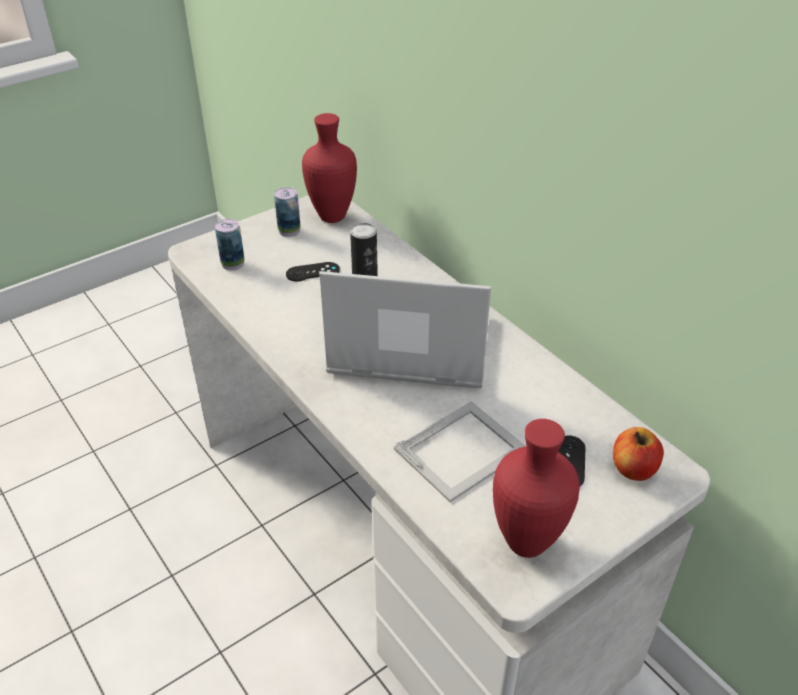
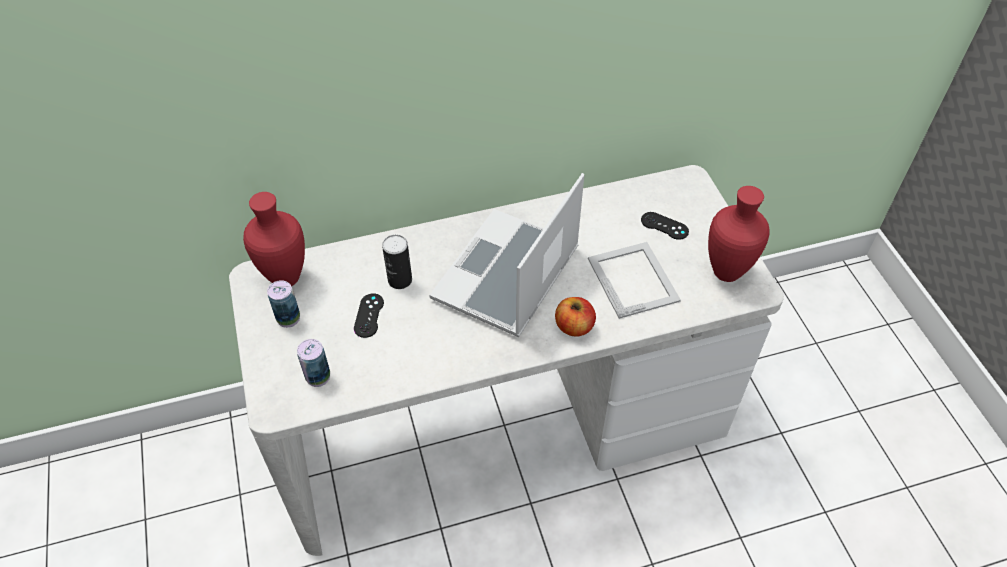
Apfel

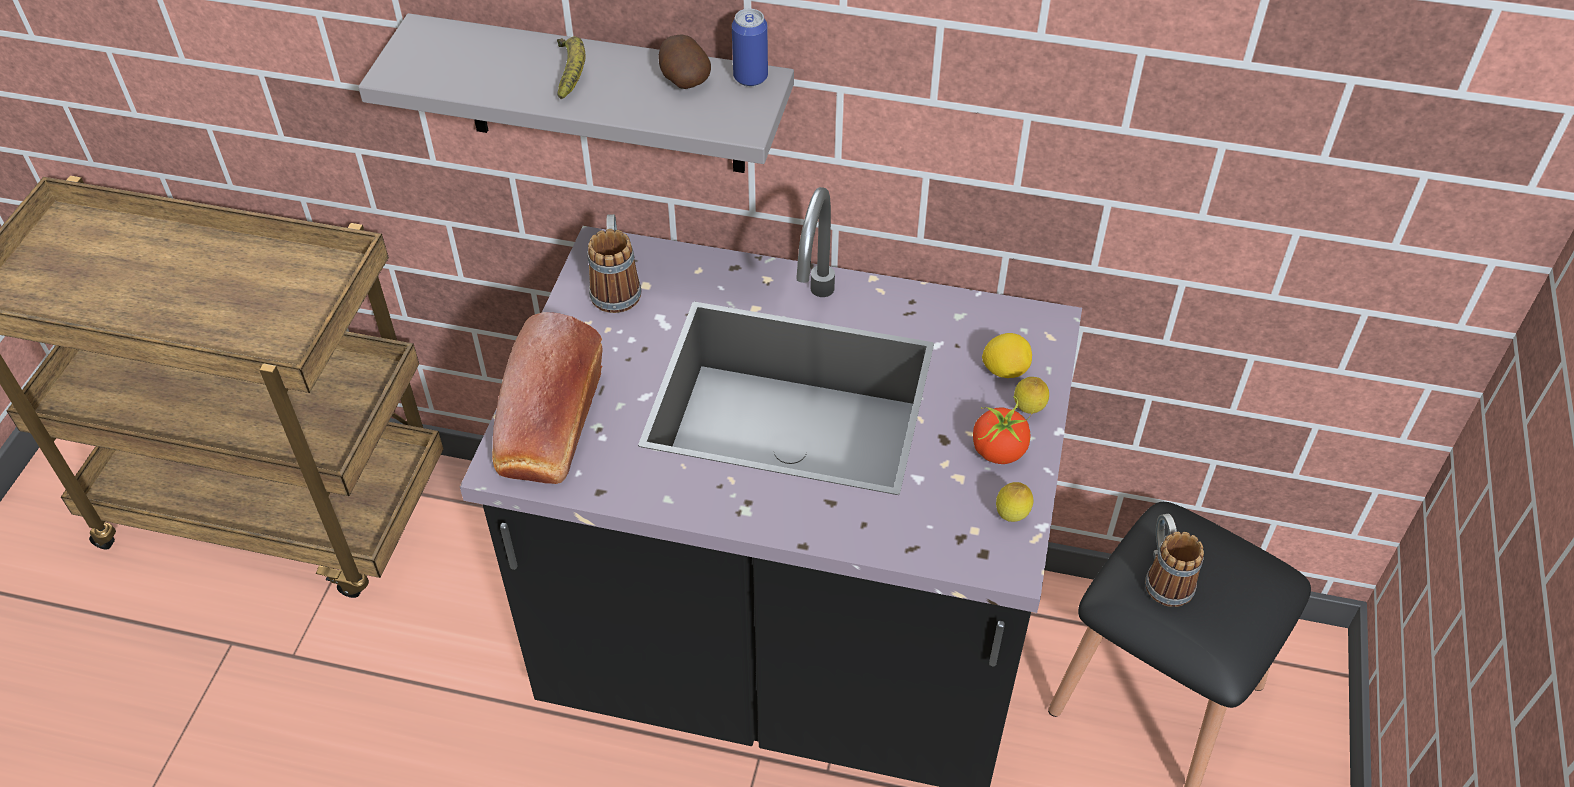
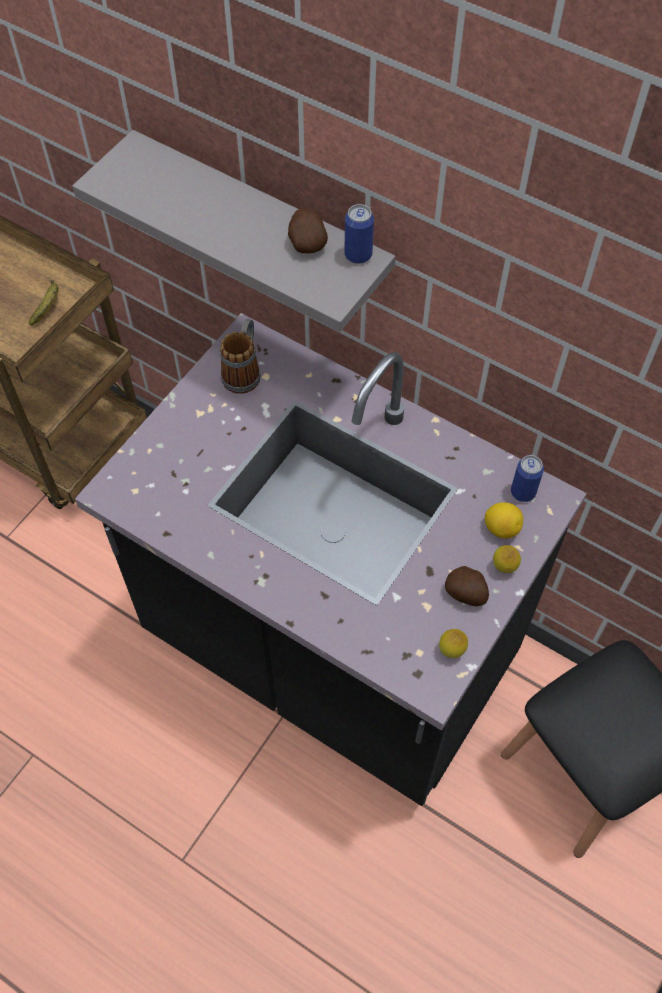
Banane
Kartoffel (no. 2 from left)
Dose (no. 2 from left)
Brot
Henkelbecher (no. 2 from left in the first image)

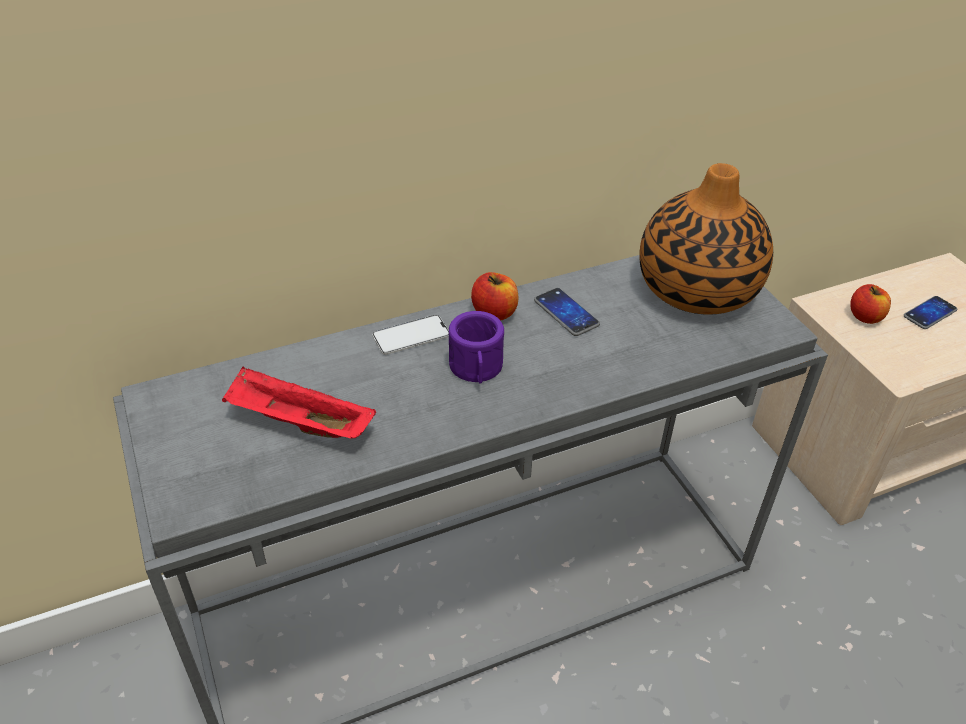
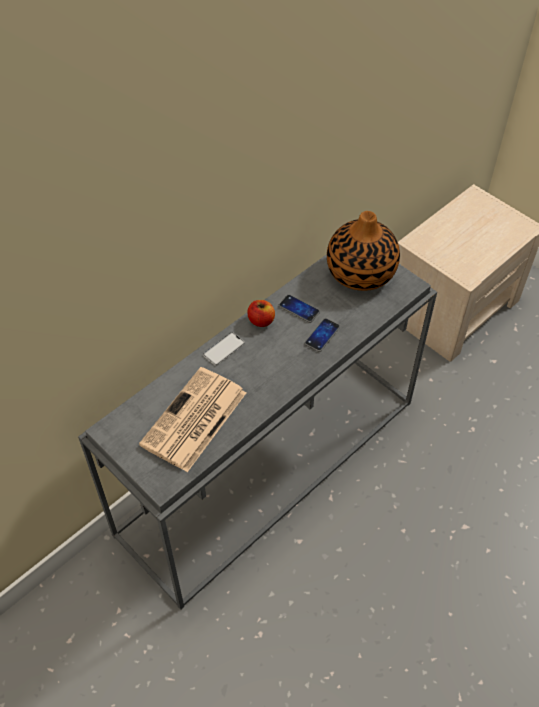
Zeitung
Handy (no. 3 from left)
Henkelbecher [lila]
Apfel (no. 2 from left in the first image)

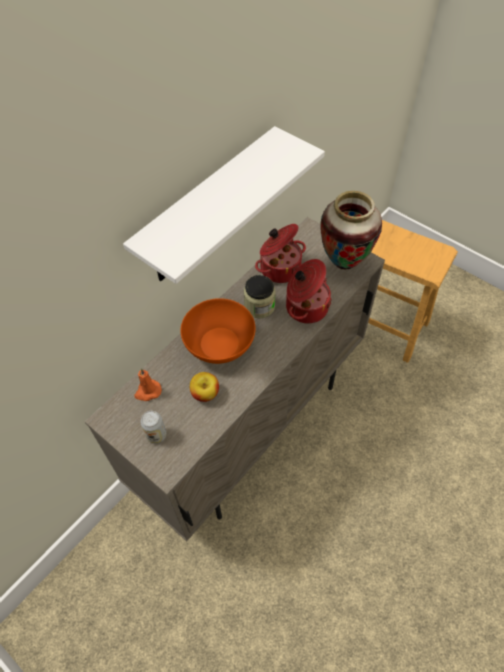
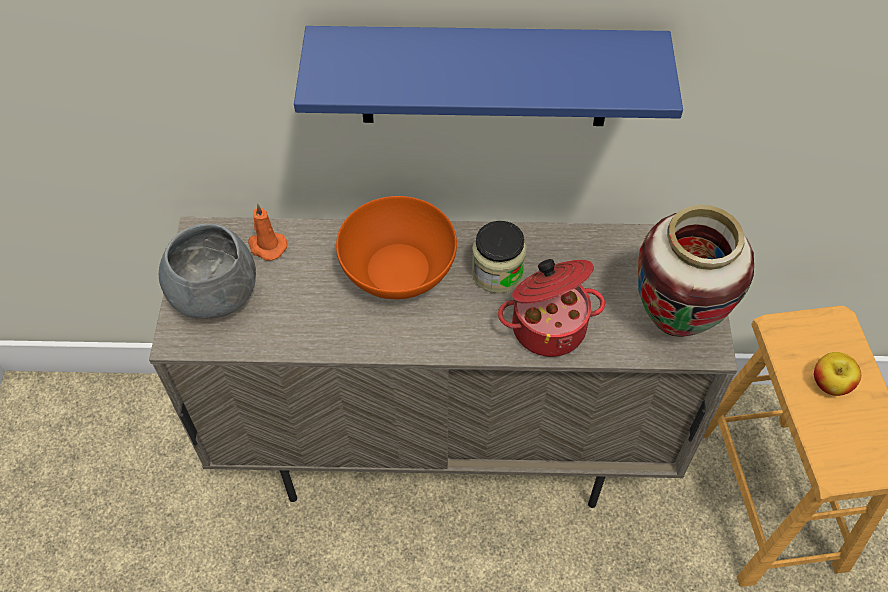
Schüssel [grau]
Wandregal [blau]
Apfel
Kochtopf (no. 1 from left in the first image)

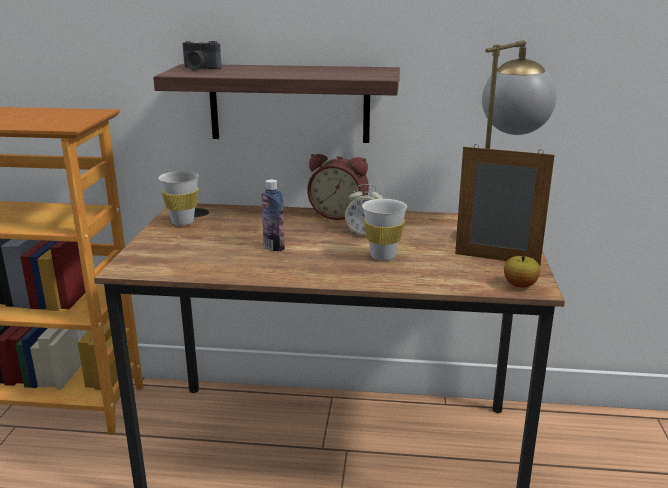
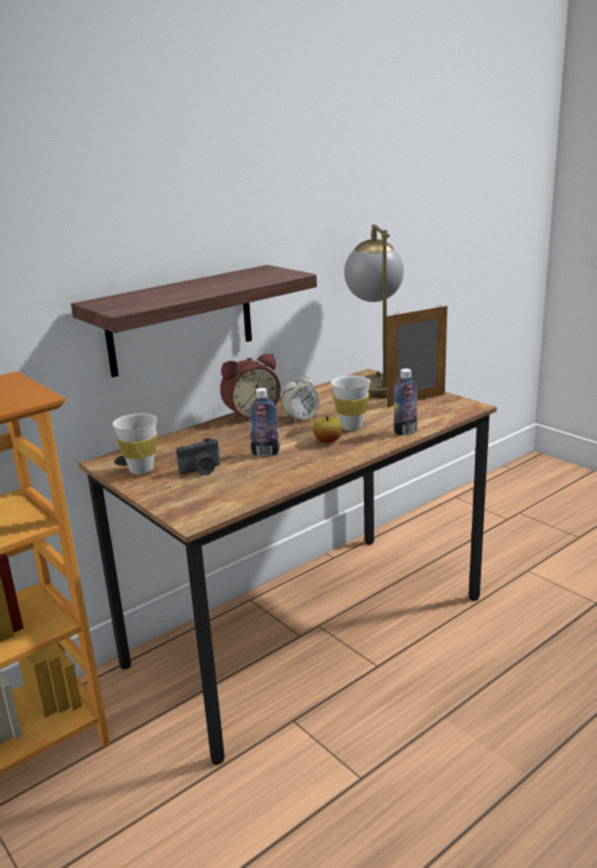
Kamera
Apfel
Flasche (no. 2 from left)

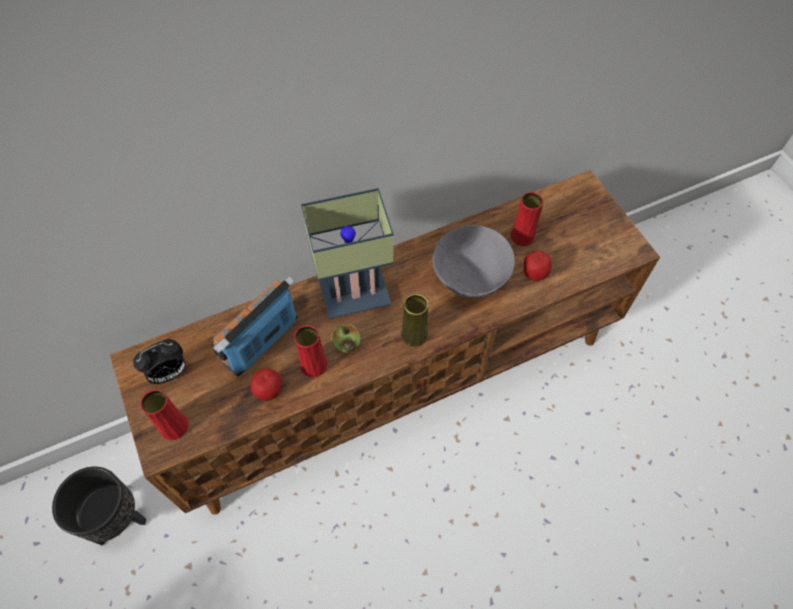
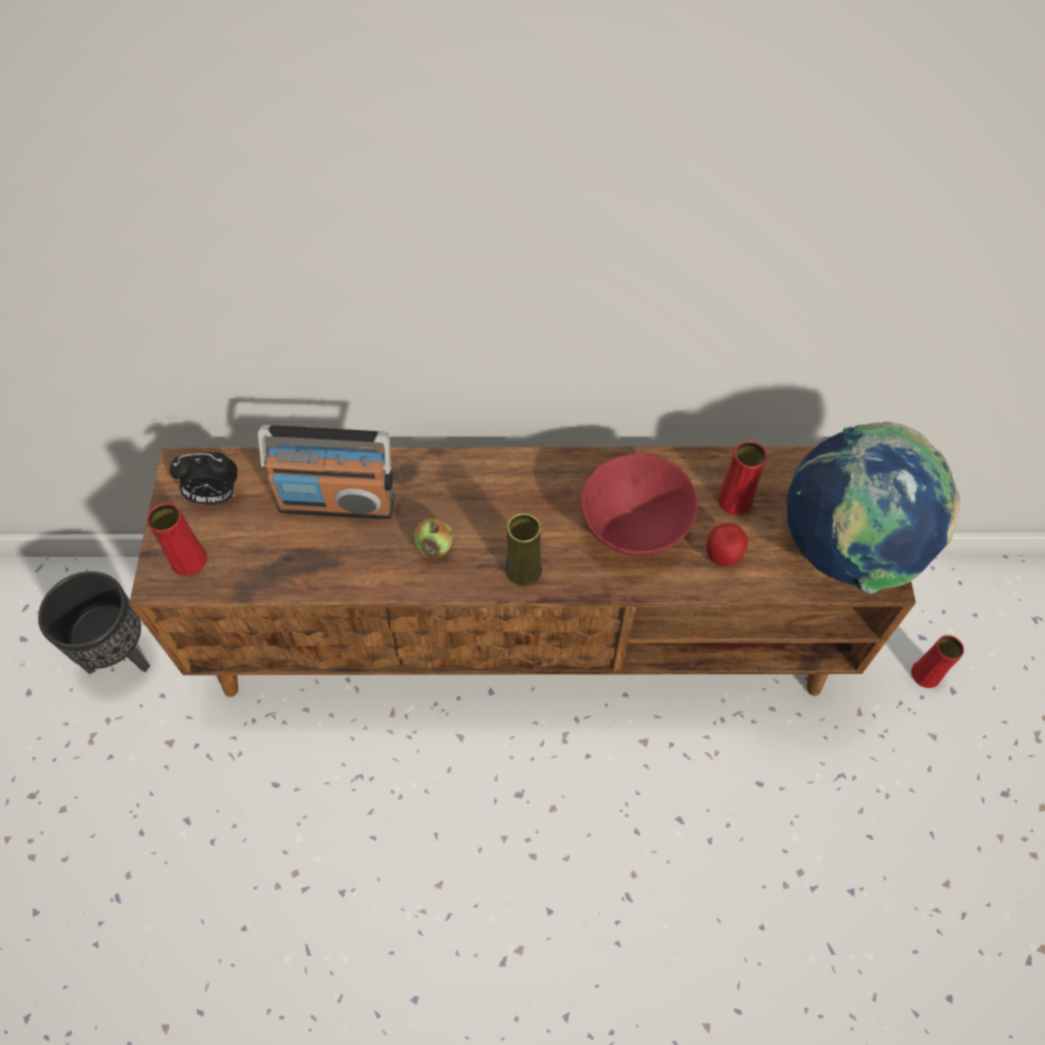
Radio
Schüssel [rot]
Globus
Vase [rot] (no. 3 from left)
Apfel (no. 1 from left in the first image)
Tischlampe

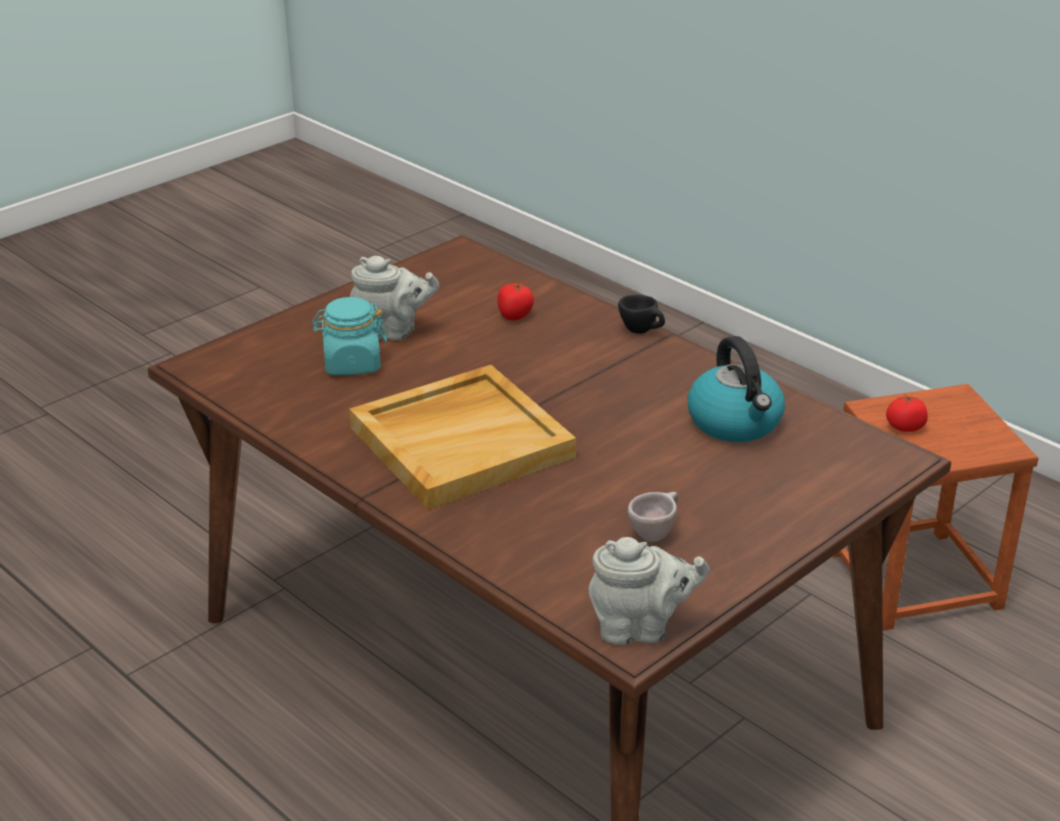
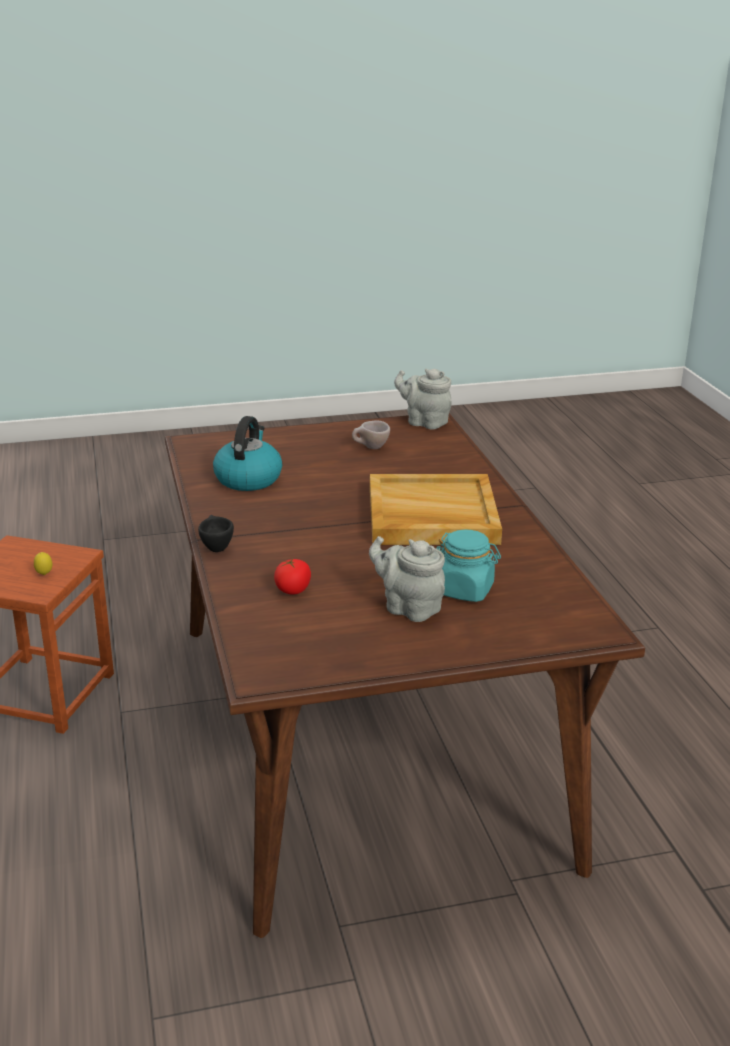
Zitrone

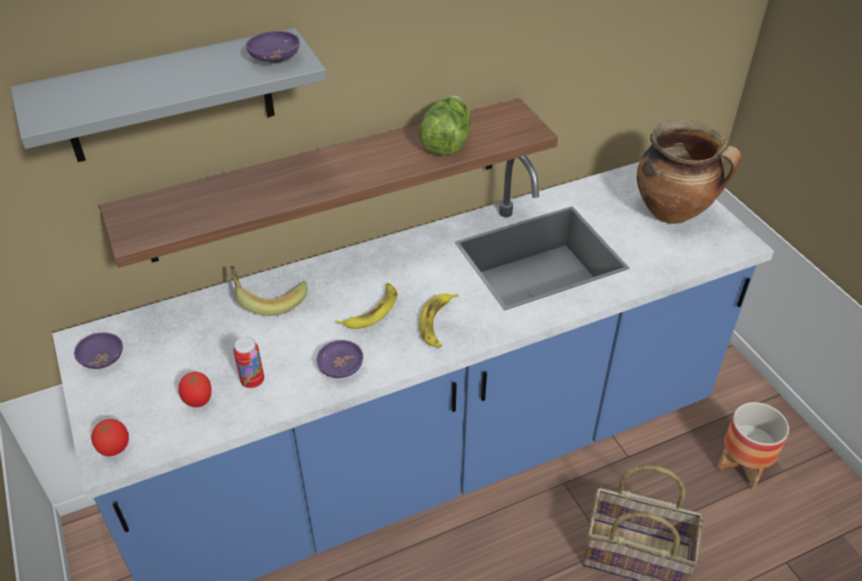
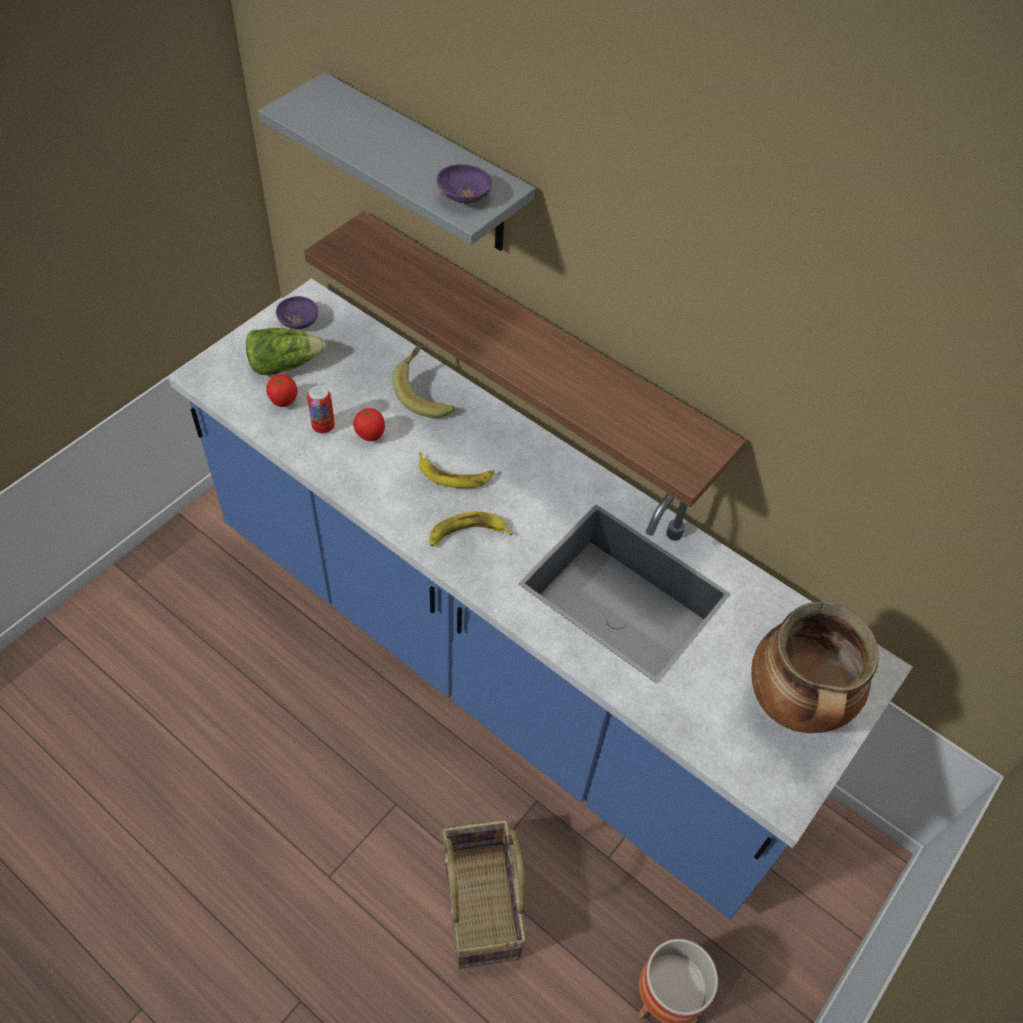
Salatkopf
Tomate (no. 2 from left)
Schüssel [lila] (no. 3 from left in the first image)

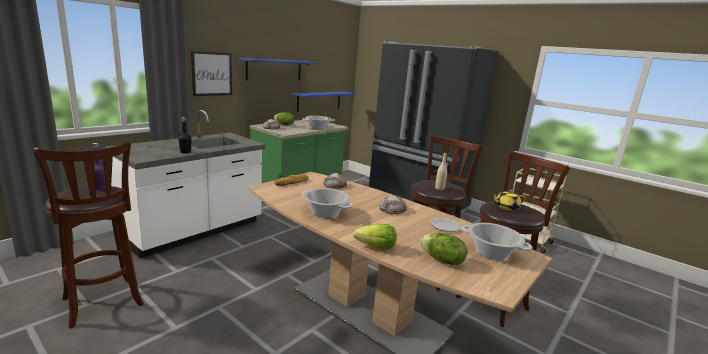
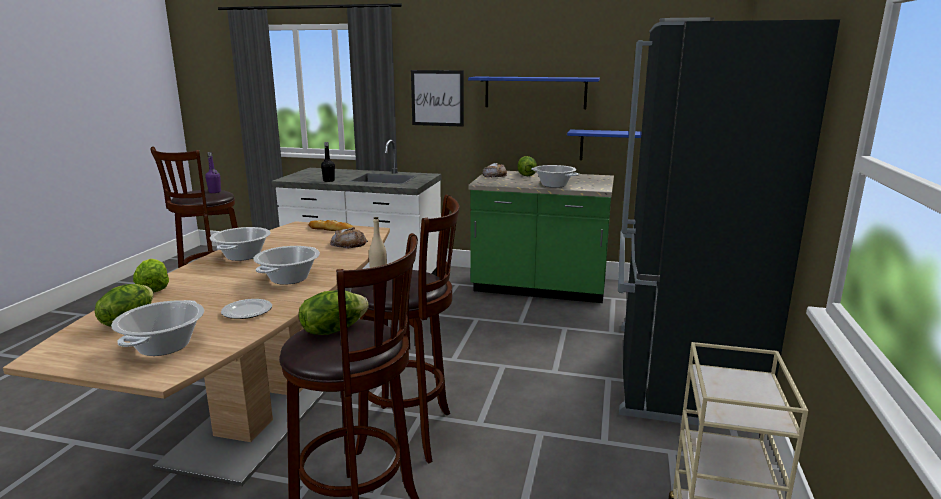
Kochtopf (no. 3 from left)
Salatkopf (no. 3 from left)

